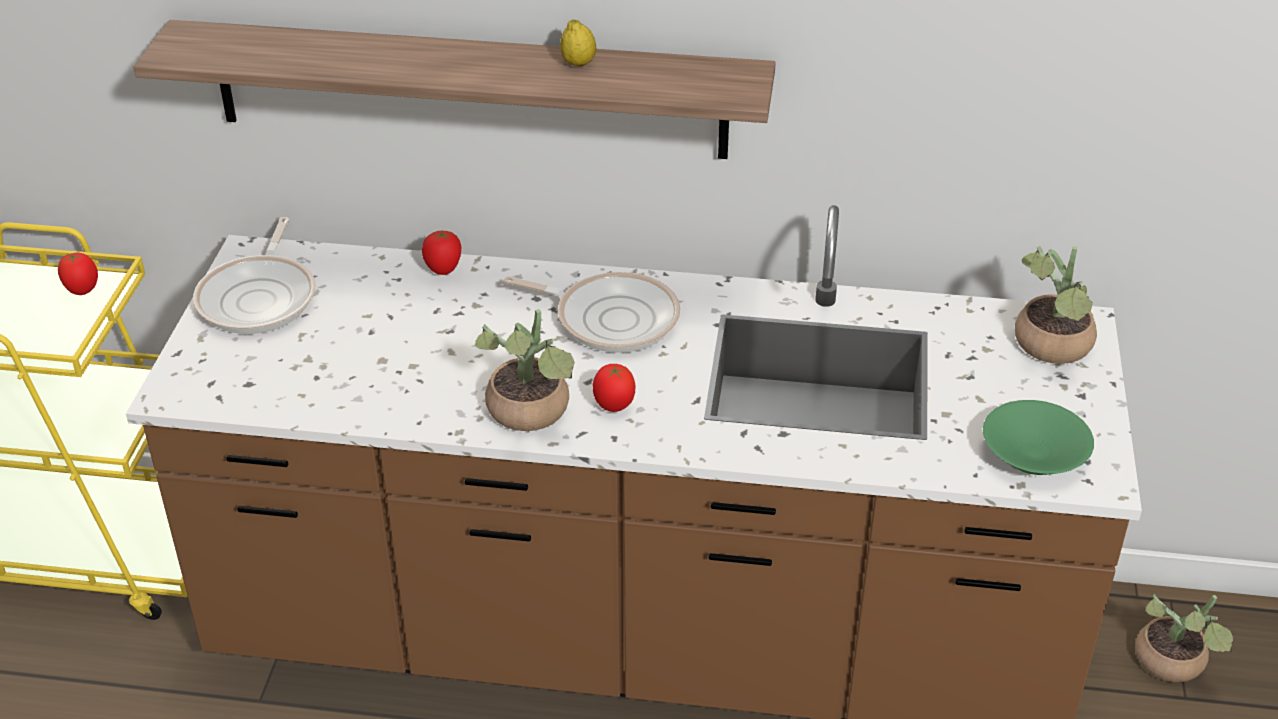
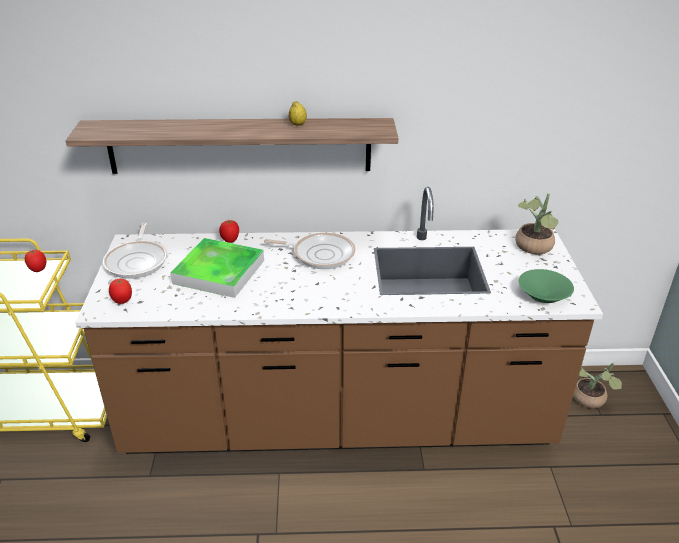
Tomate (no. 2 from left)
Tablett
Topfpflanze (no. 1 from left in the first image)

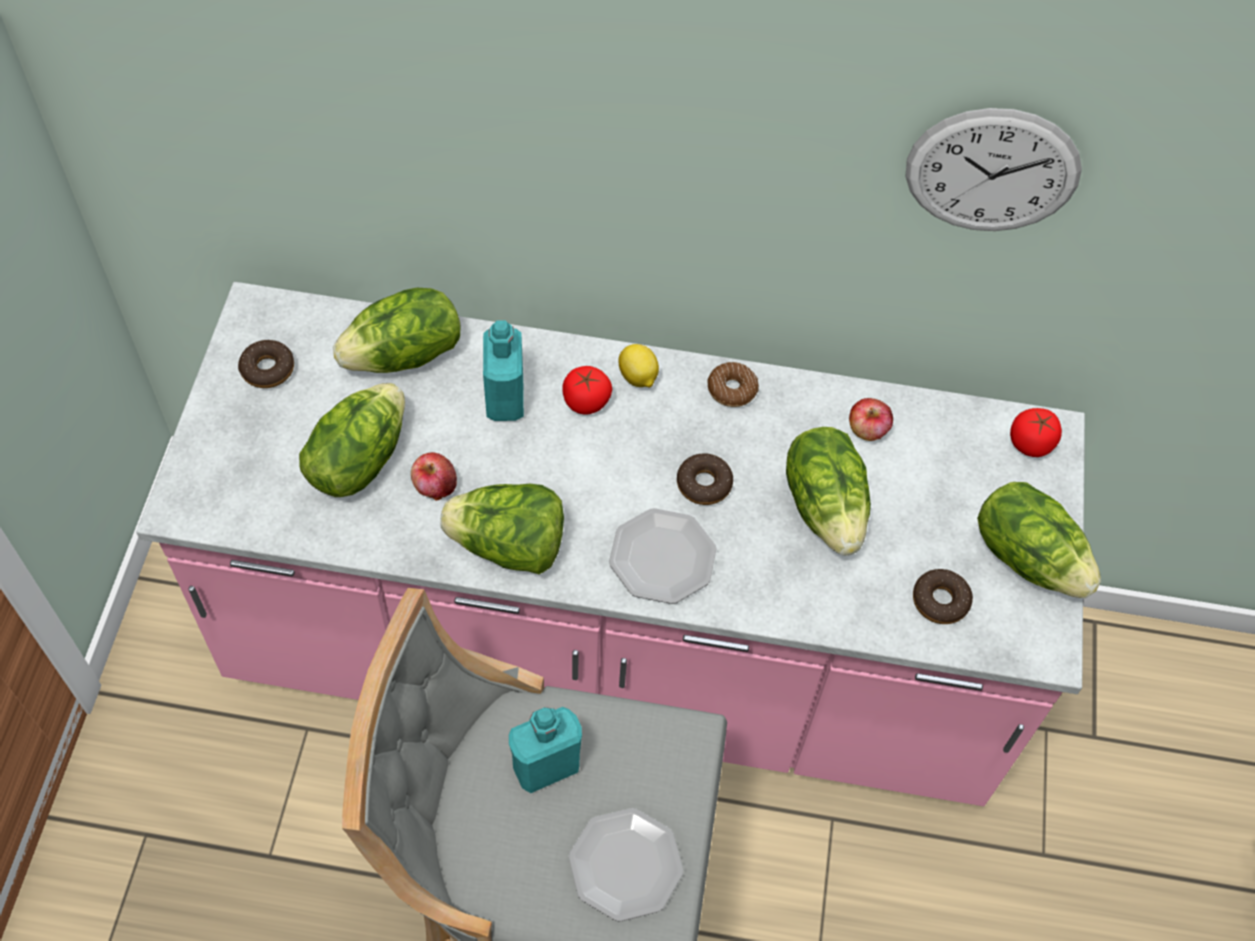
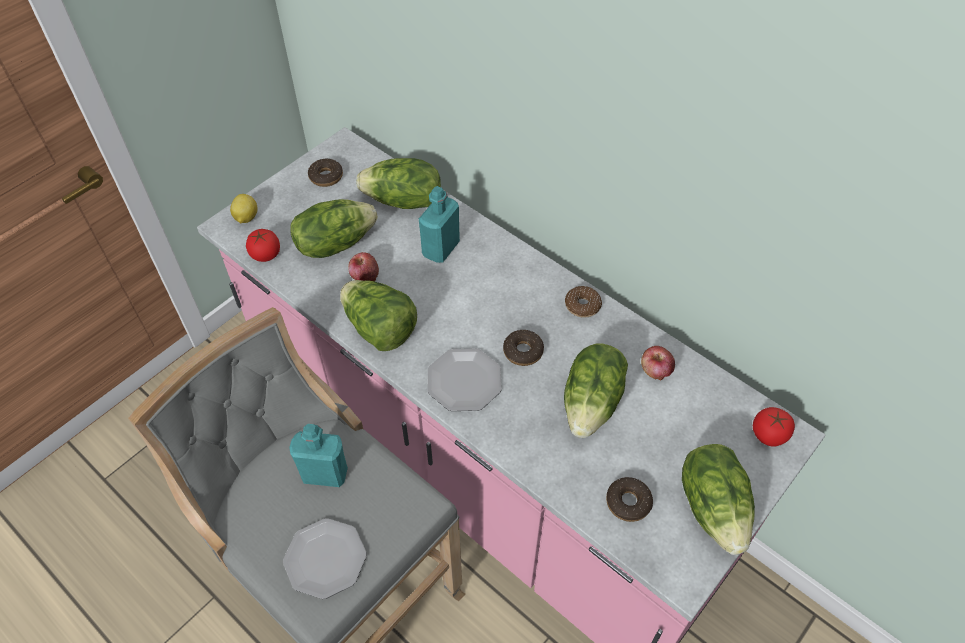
Zitrone
Tomate (no. 1 from left)
Wanduhr

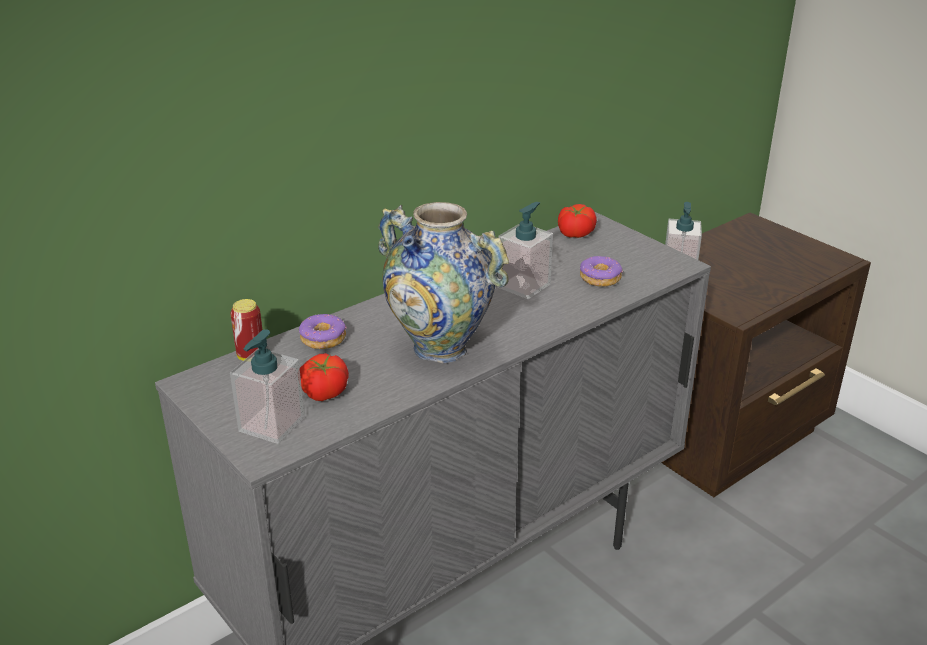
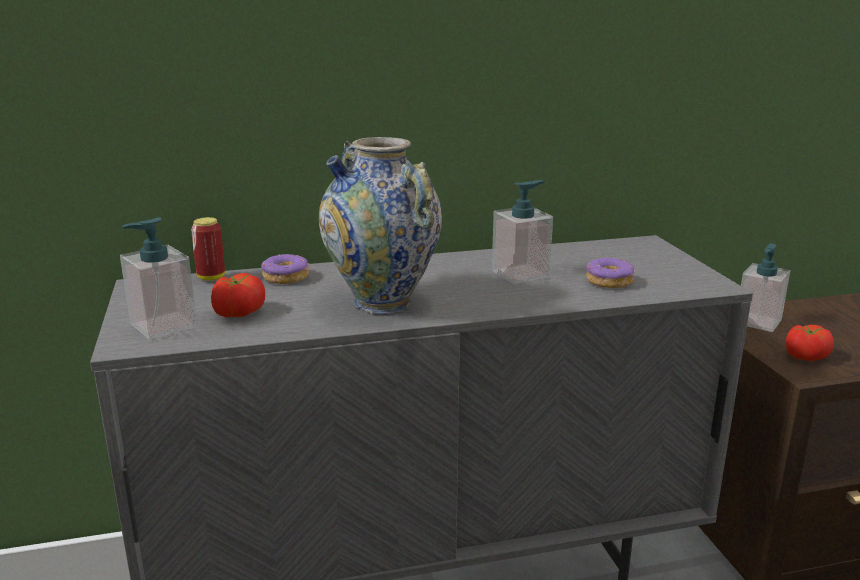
Tomate (no. 2 from left)

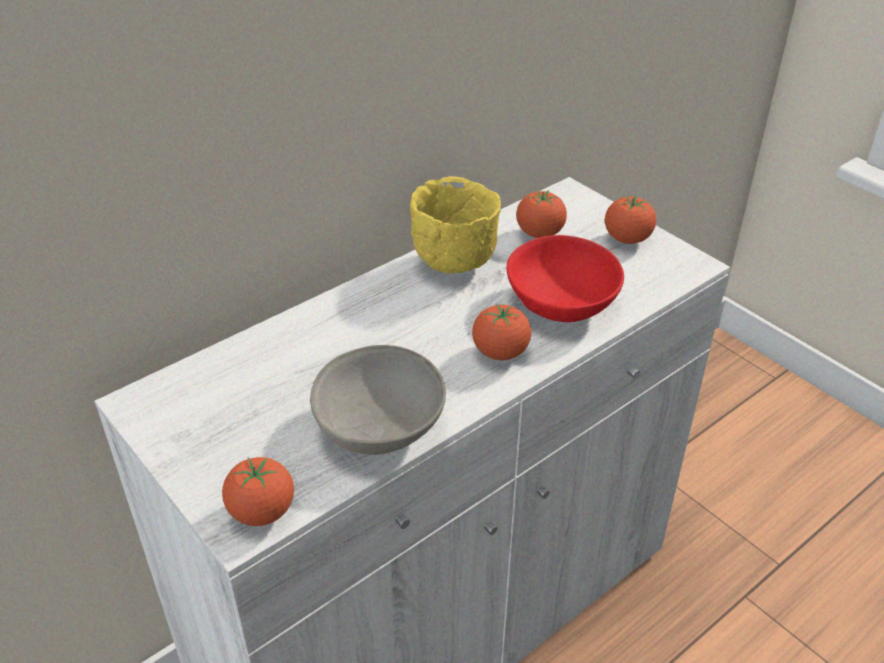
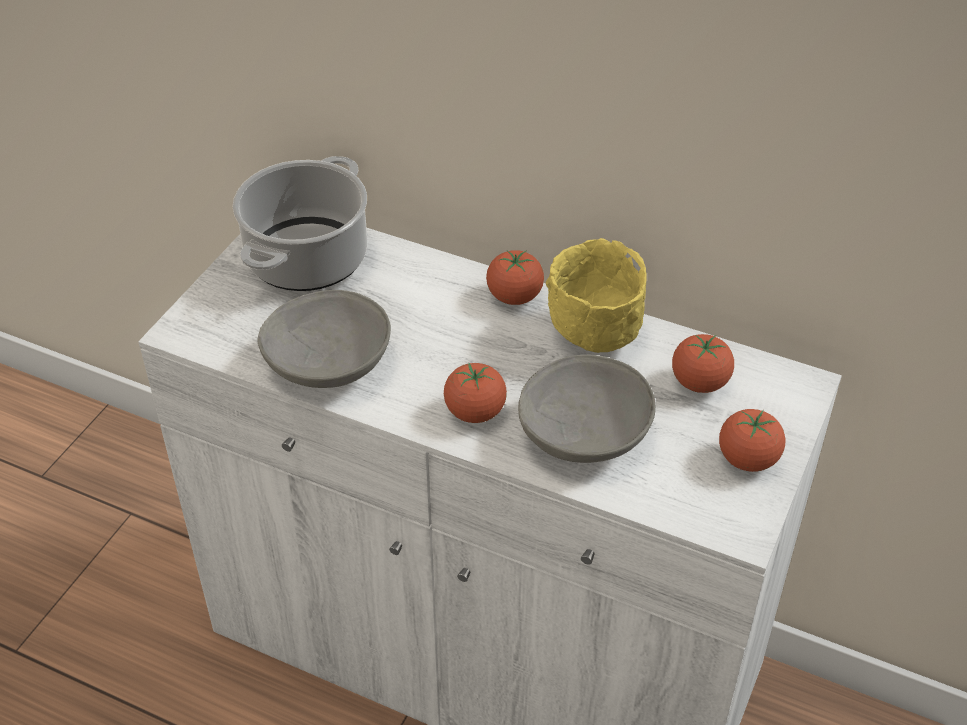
Kochtopf
Tomate (no. 2 from left)
Schüssel [grau] (no. 2 from left)

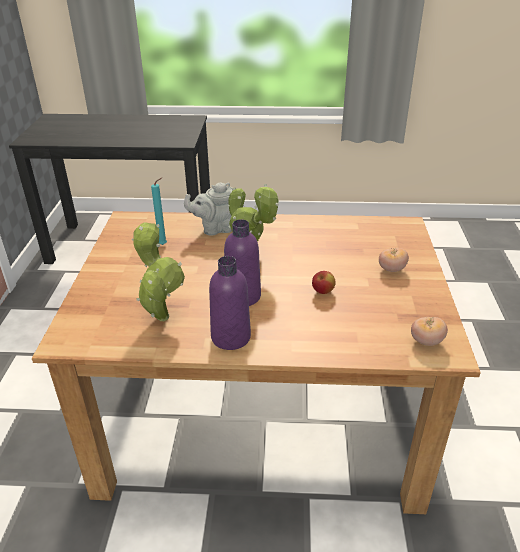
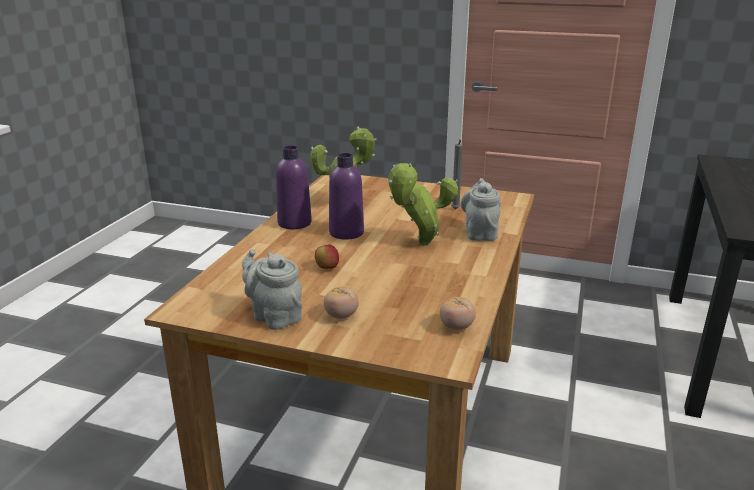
Teekanne [grau] (no. 1 from left)
Tomate (no. 2 from left)
Kerze [grau]

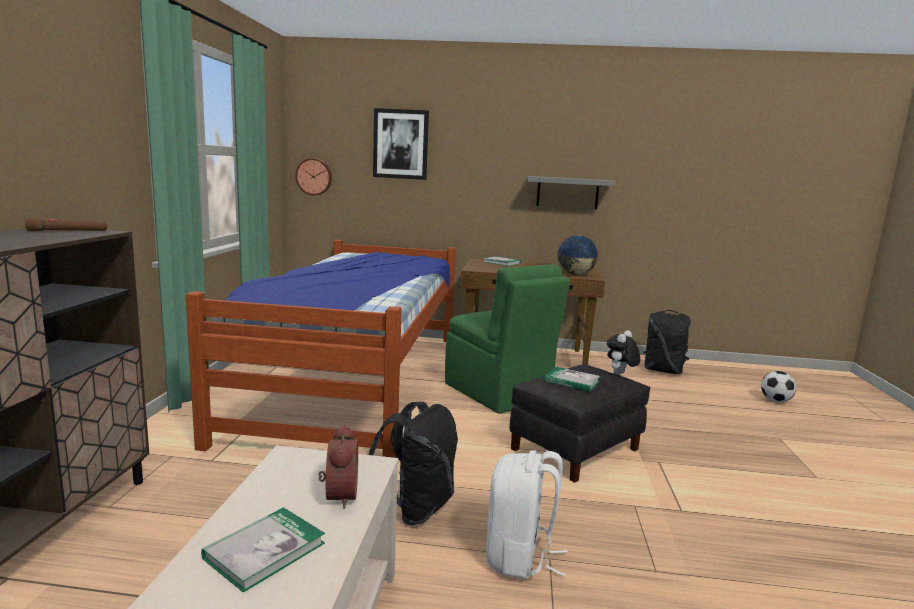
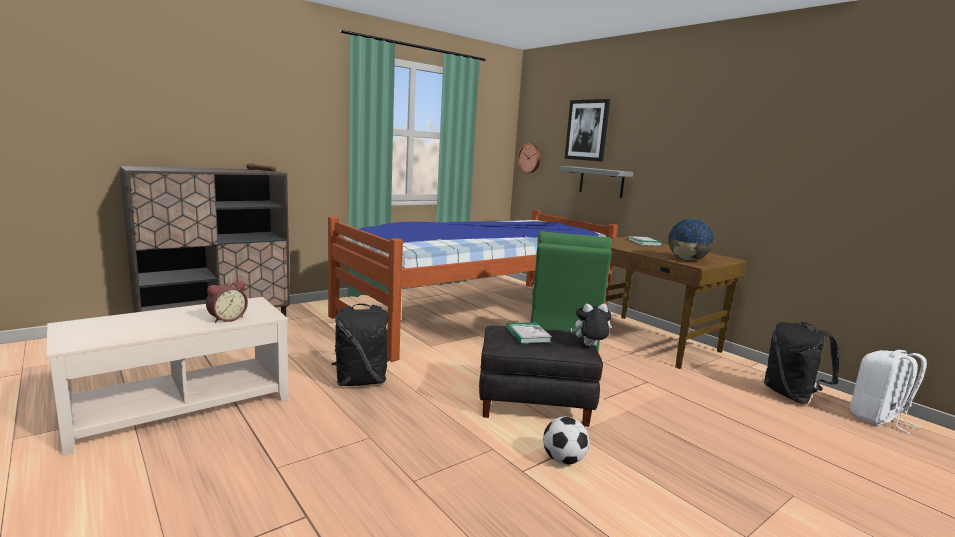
Fußball
Wandregal [grau]
Rucksack [weiß]
Buch (no. 1 from left in the first image)

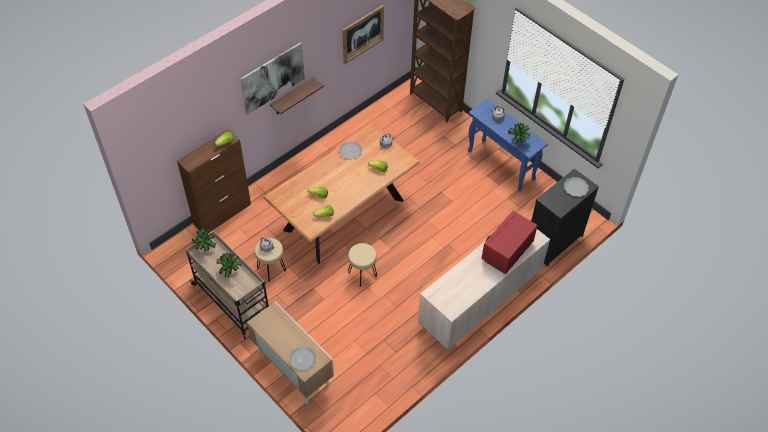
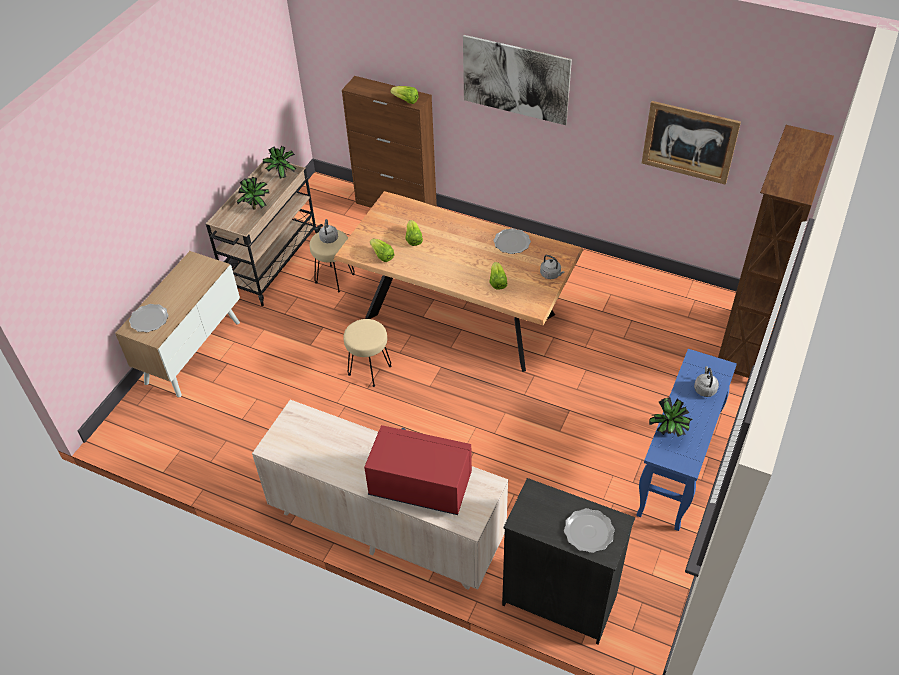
Wandregal

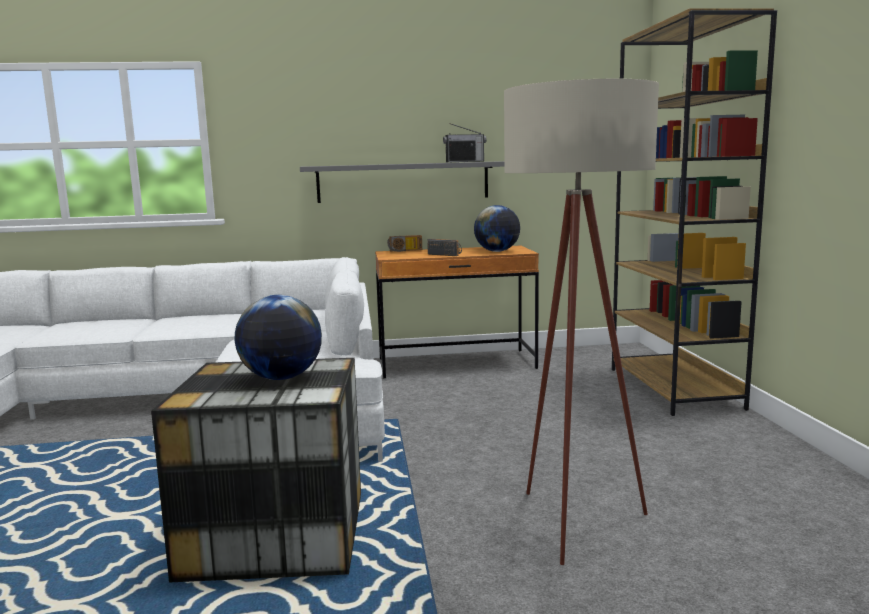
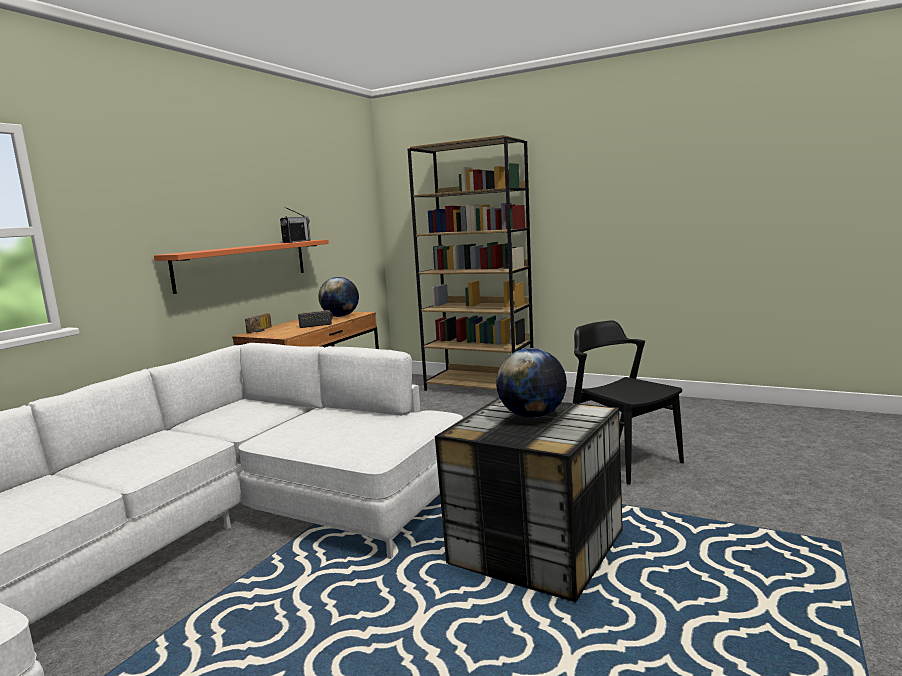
Wandregal [orange]
Stuhl [schwarz]

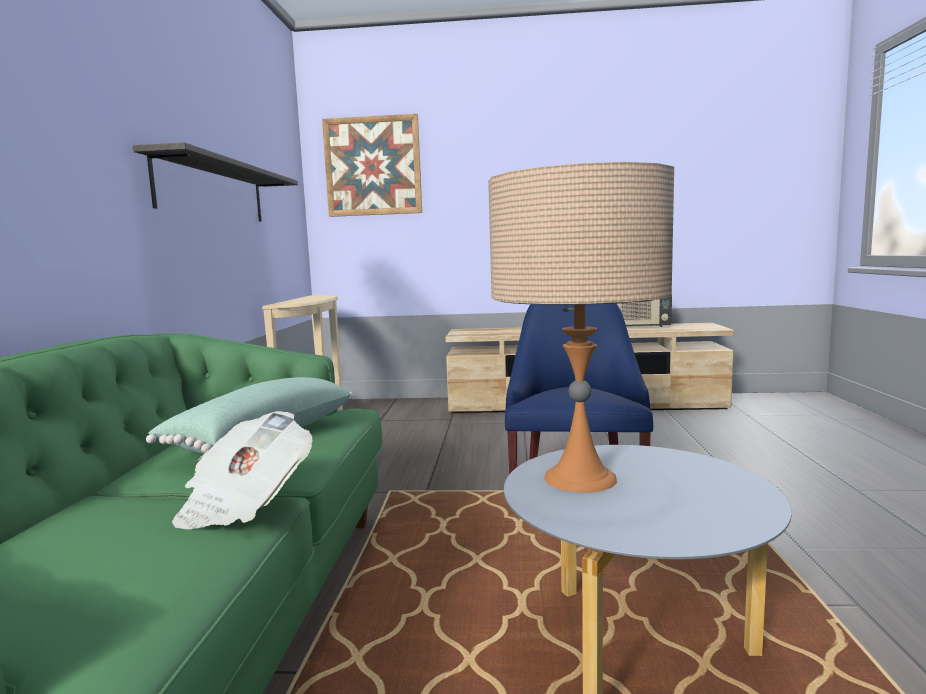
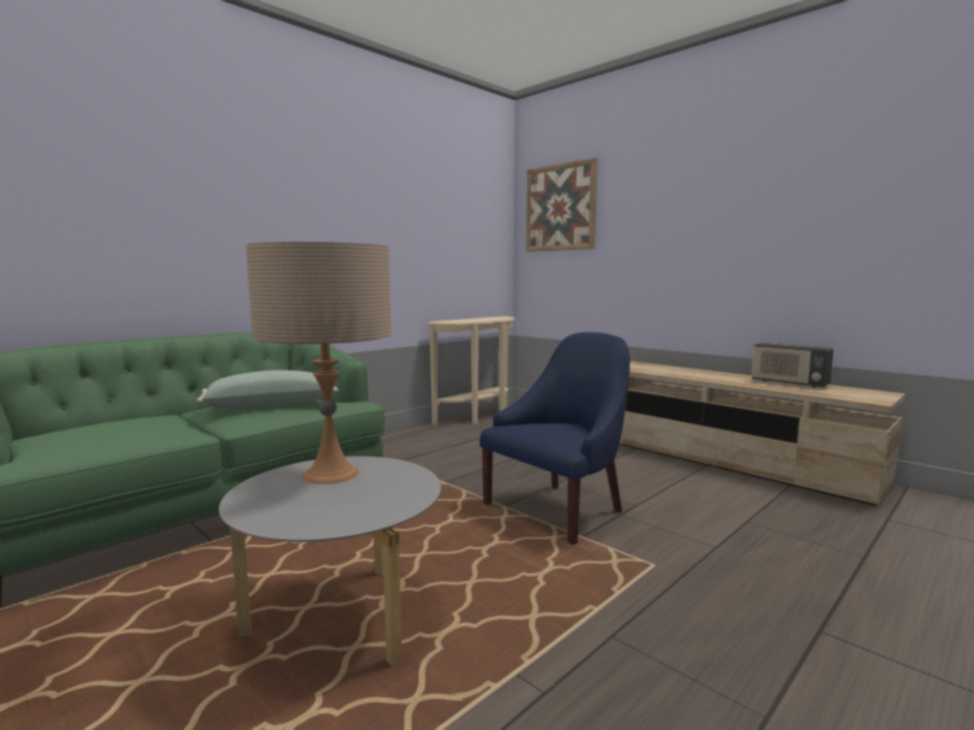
Wandregal
Zeitung

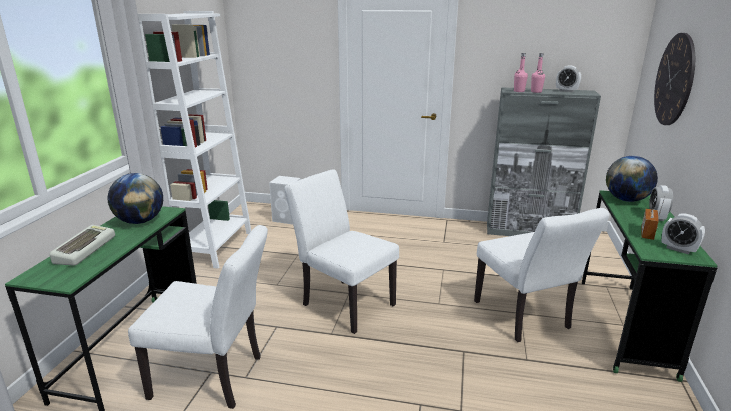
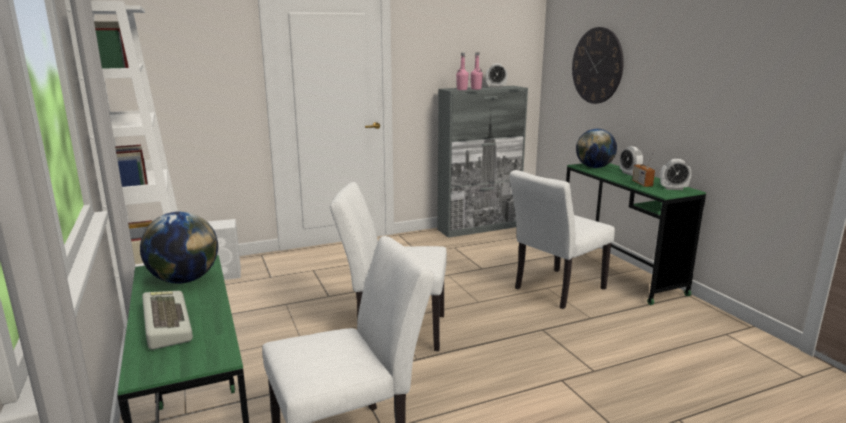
Stuhl [weiß] (no. 3 from left)

